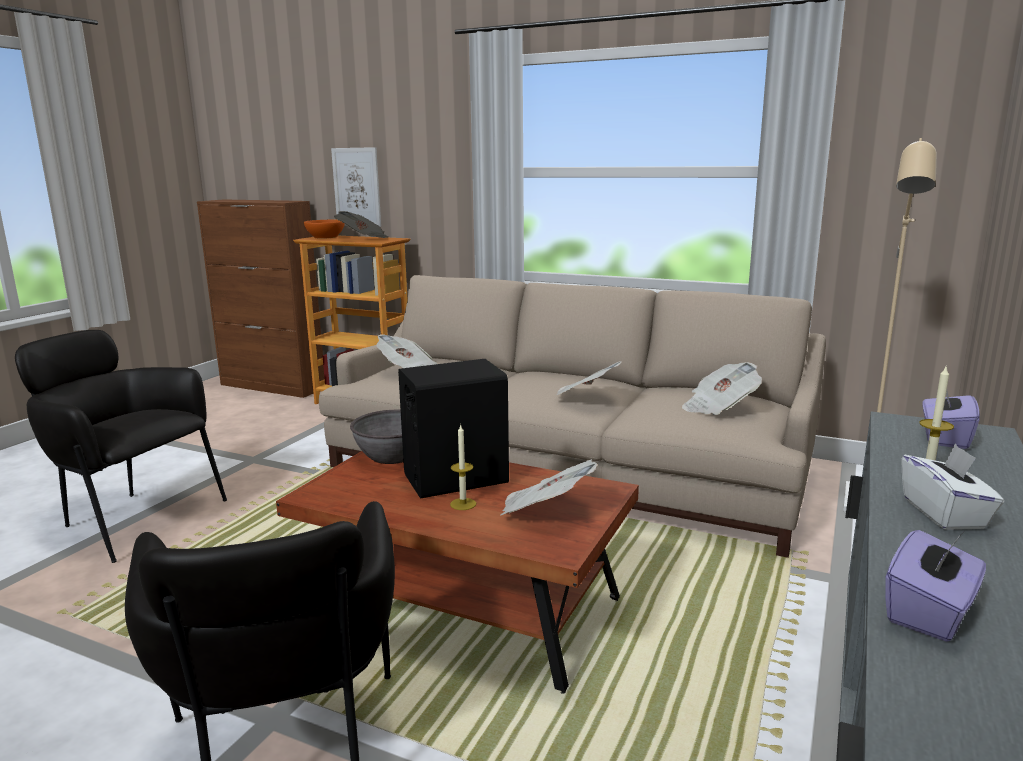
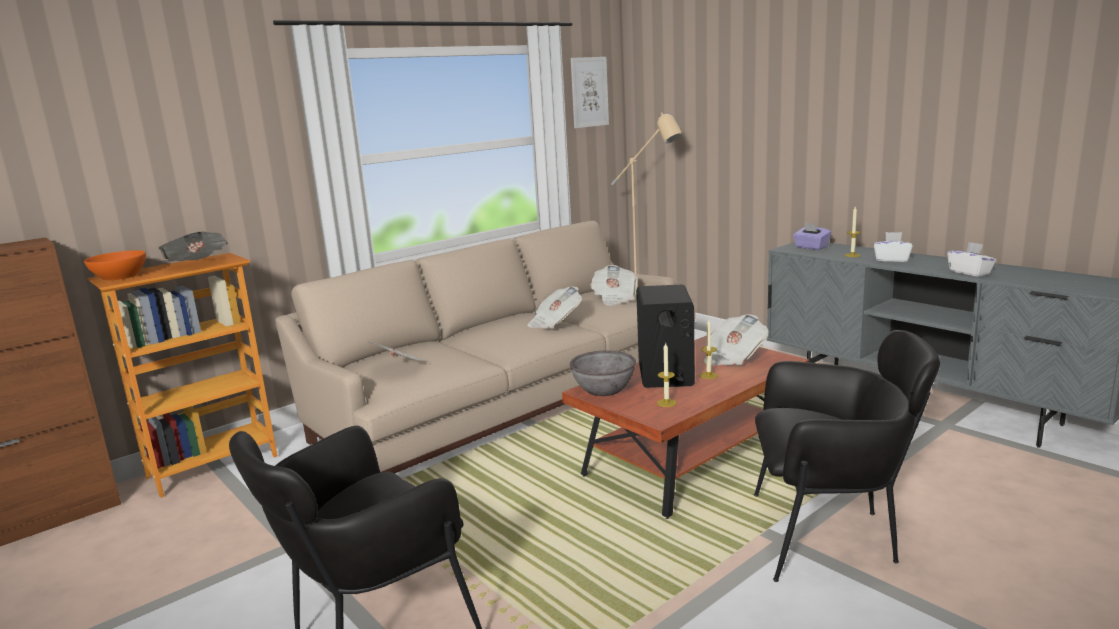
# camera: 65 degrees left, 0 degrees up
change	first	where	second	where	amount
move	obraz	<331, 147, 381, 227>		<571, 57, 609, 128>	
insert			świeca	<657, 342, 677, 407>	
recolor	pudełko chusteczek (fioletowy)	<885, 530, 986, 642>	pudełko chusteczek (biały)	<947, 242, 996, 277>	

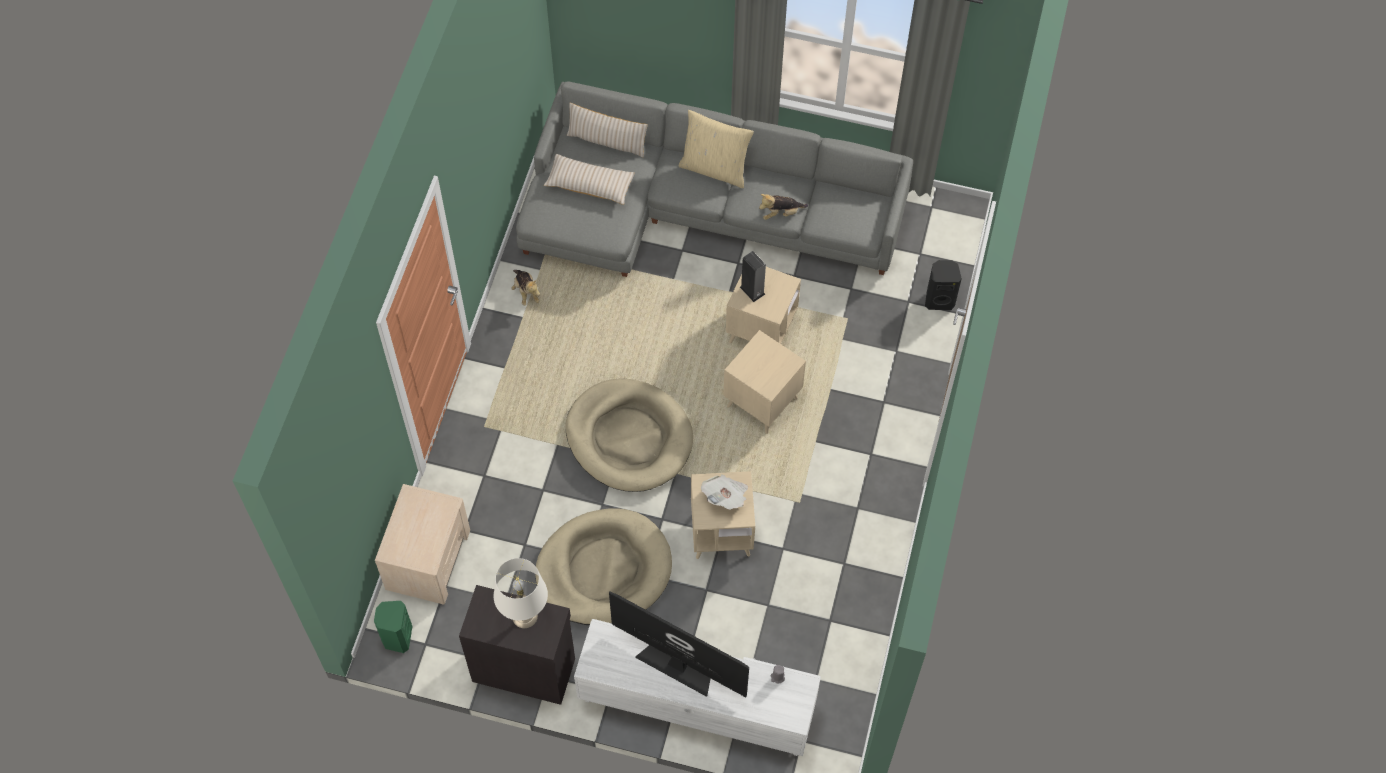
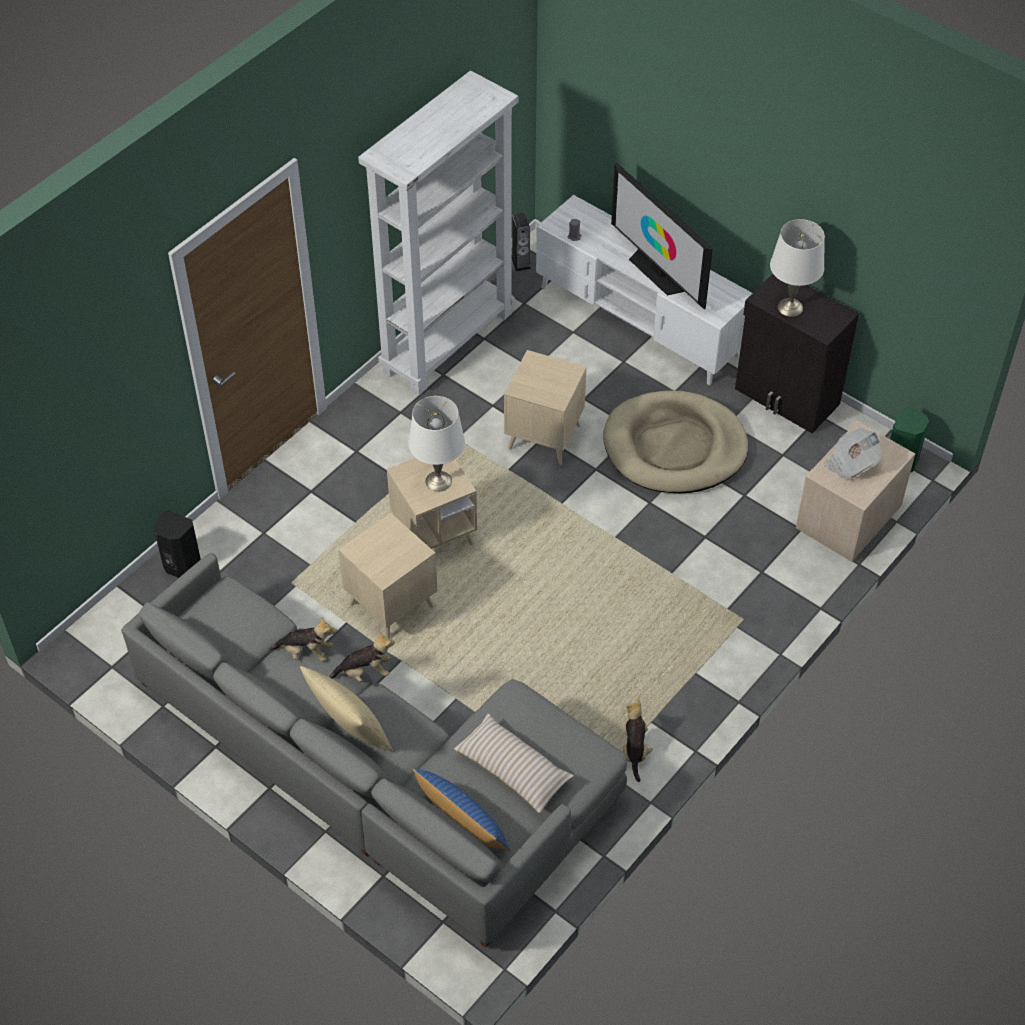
# camera: 155 degrees left, 10 degrees down
change	first	where	second	where	amount
insert			pluszak	<329, 631, 395, 682>	
insert			regał (biały)	<358, 71, 518, 395>	
insert			lampa stołowa (biały)	<409, 396, 465, 492>	
recolor	poduszka (beżowy)	<567, 103, 648, 158>	poduszka (niebieski)	<413, 768, 510, 851>	
move	głośnik	<740, 251, 766, 302>		<512, 213, 531, 272>	
move	gazeta	<701, 474, 748, 510>		<824, 428, 882, 481>	
delete	legowisko (beżowy)	<566, 378, 693, 492>			

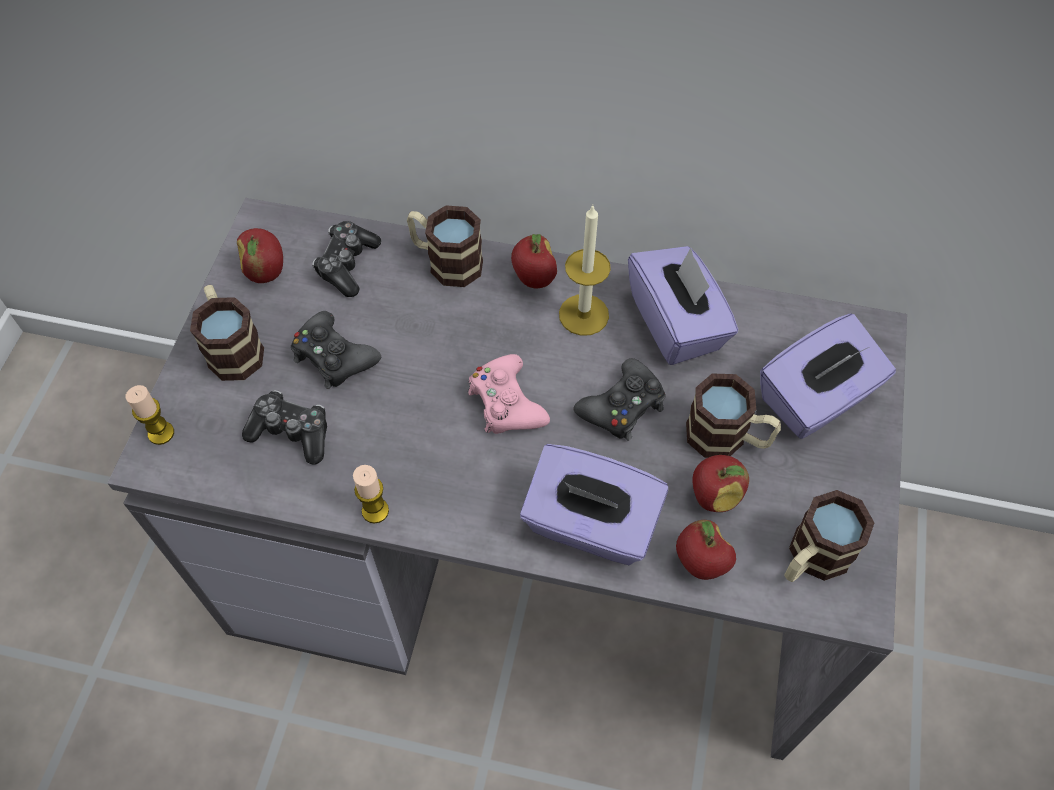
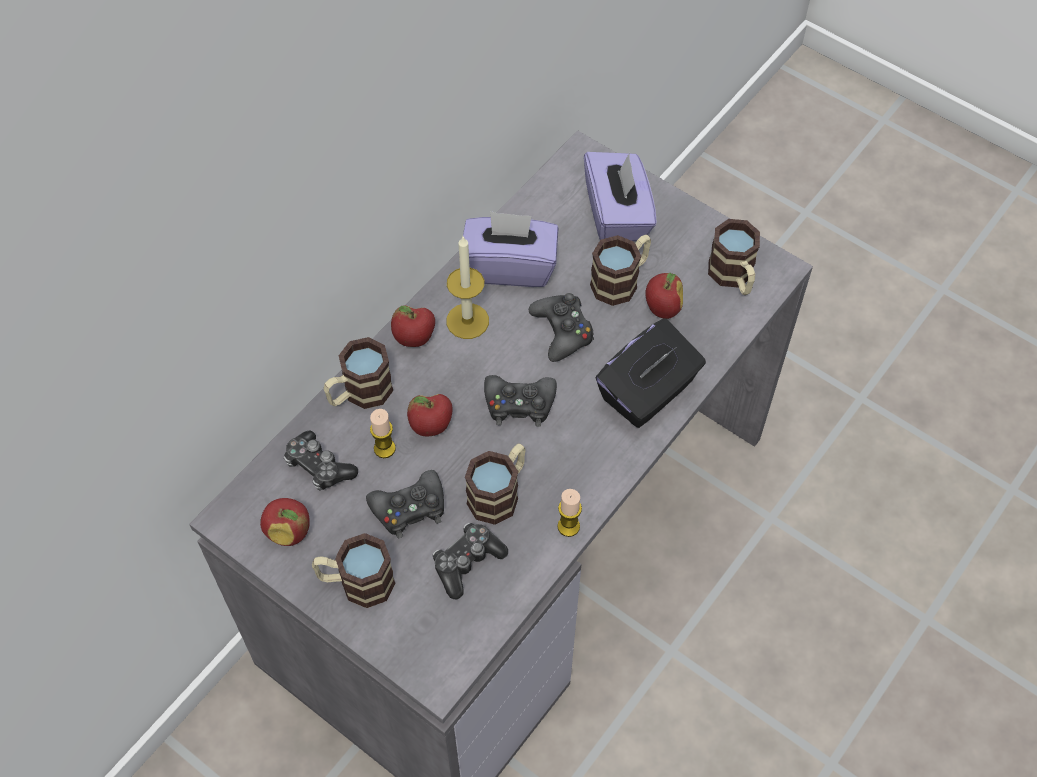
# camera: 65 degrees left, 0 degrees up
change	first	where	second	where	amount
move	świeca	<125, 385, 174, 445>		<370, 409, 396, 458>	
move	jabłko	<676, 520, 736, 580>		<407, 394, 453, 436>	
insert			kubek	<465, 443, 525, 525>	
recolor	pad do gier (różowy)	<468, 354, 550, 434>	pad do gier (czarny)	<484, 375, 557, 427>	
recolor	pudełko chusteczek (fioletowy)	<520, 444, 668, 565>	pudełko chusteczek (czarny)	<595, 319, 706, 428>	

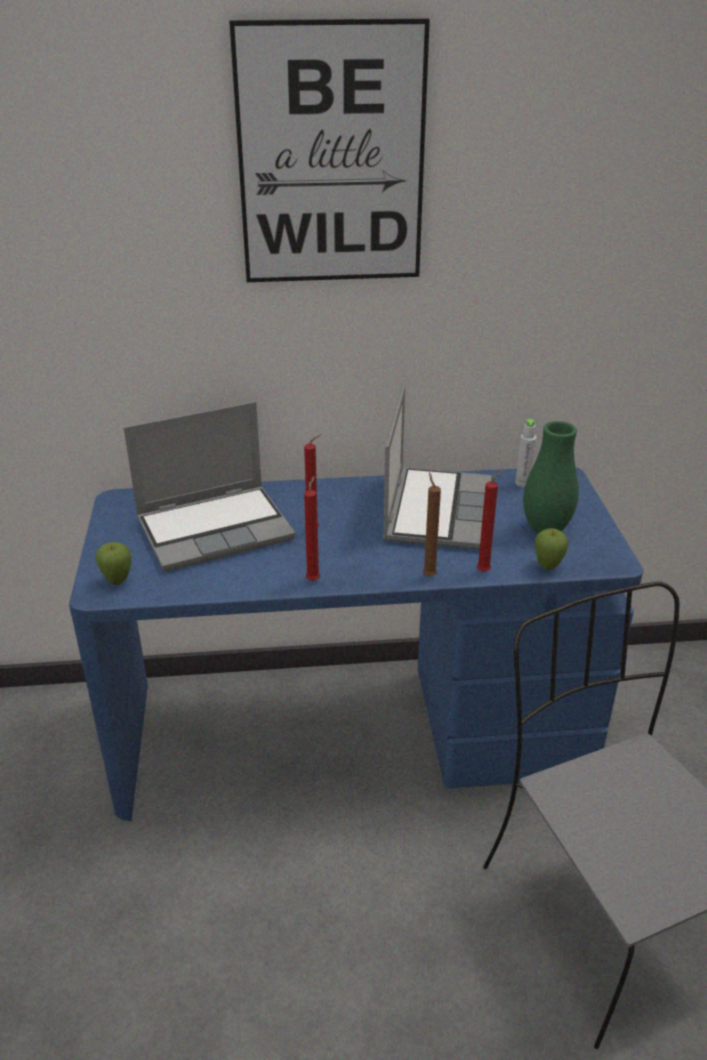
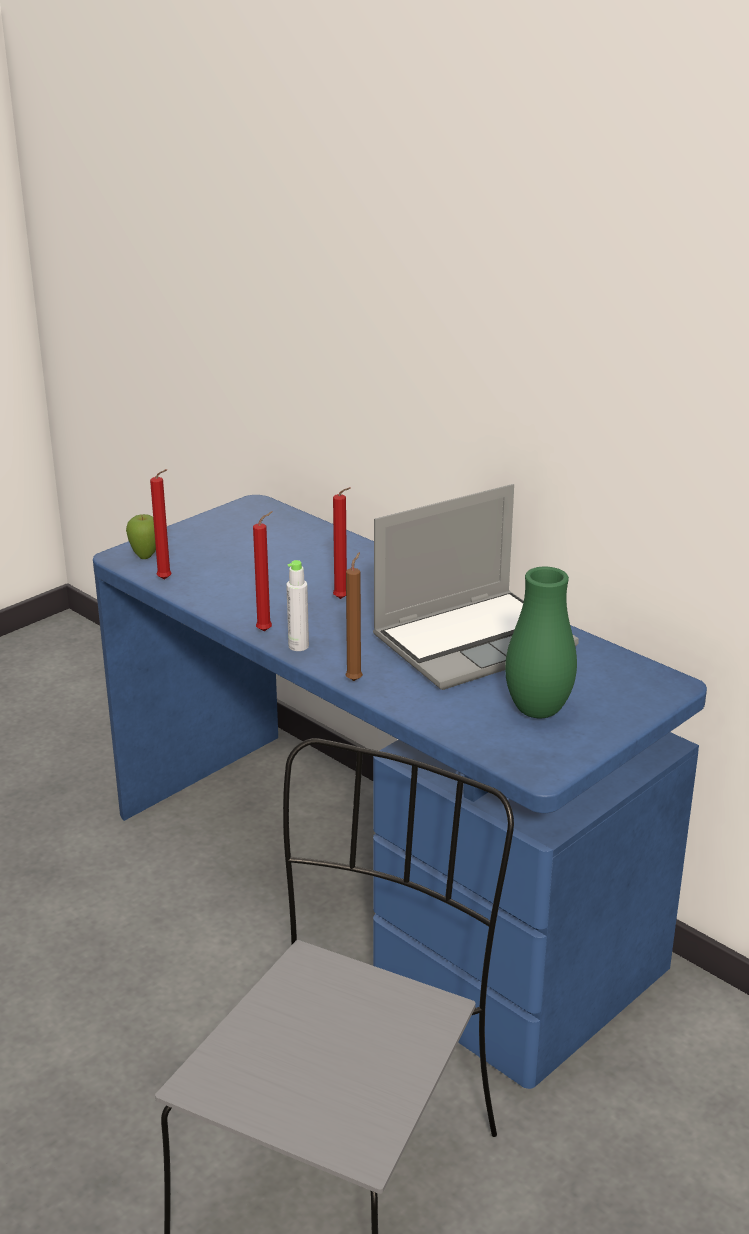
# camera: 50 degrees right, 5 degrees down
change	first	where	second	where	amount
move	świeca (czerwony)	<477, 471, 503, 572>		<150, 469, 172, 580>	
move	butelka (szary)	<515, 419, 537, 487>		<286, 560, 309, 651>	
delete	laptop	<124, 402, 296, 571>			
delete	obraz	<229, 18, 430, 282>			
delete	jabłko	<535, 528, 569, 570>			

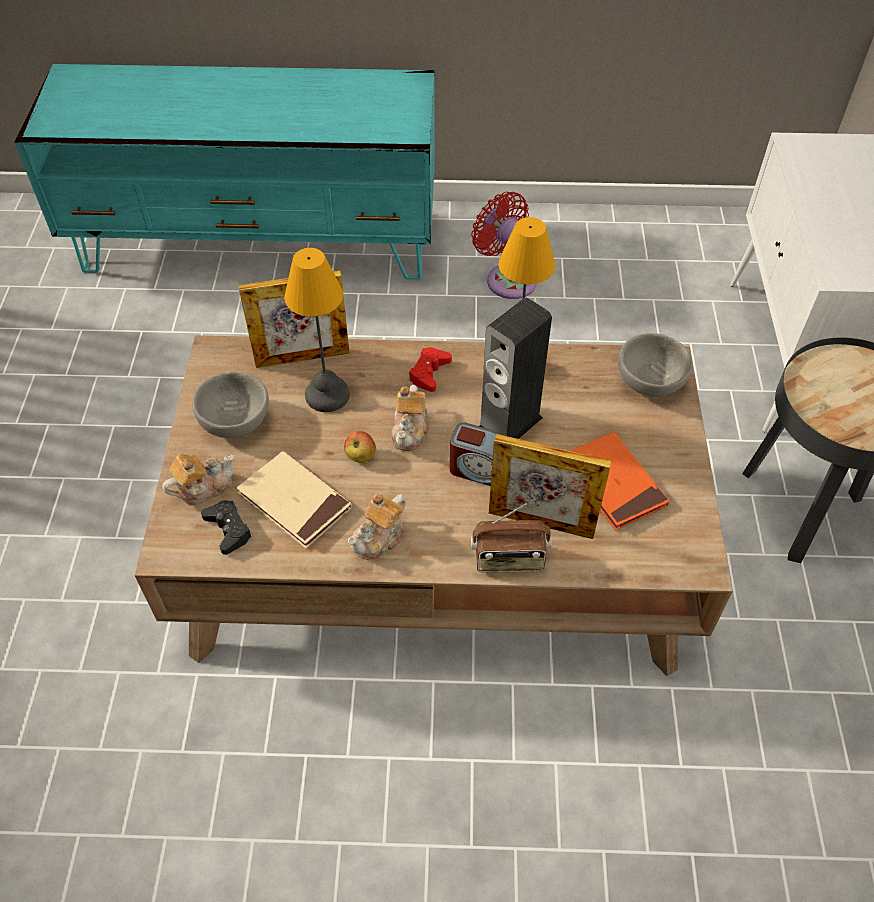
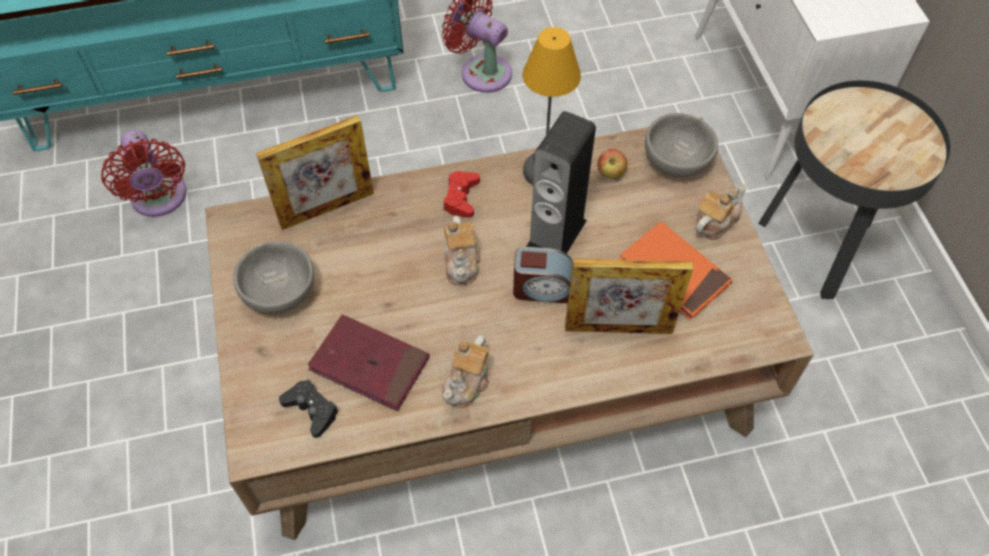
# camera: 15 degrees left, 5 degrees up
change	first	where	second	where	amount
insert			wentylator (czerwony)	<101, 130, 187, 217>	
recolor	książka (beżowy)	<237, 451, 352, 549>	książka (czerwony)	<308, 314, 430, 411>	
move	jabłko	<344, 431, 376, 463>		<597, 149, 627, 178>	
move	imbryk	<162, 454, 234, 505>		<695, 184, 747, 240>	
delete	lampa stołowa	<285, 248, 350, 412>			
delete	radio	<470, 503, 552, 572>			

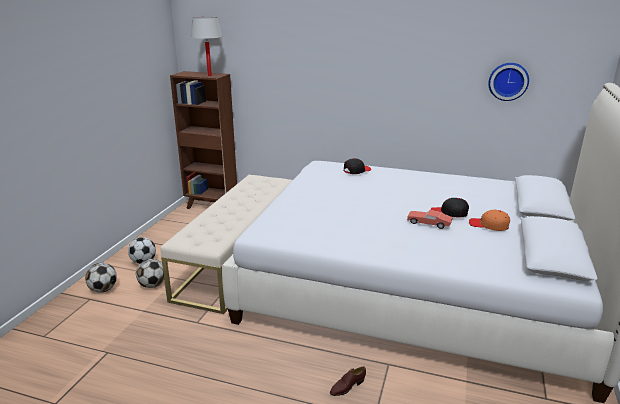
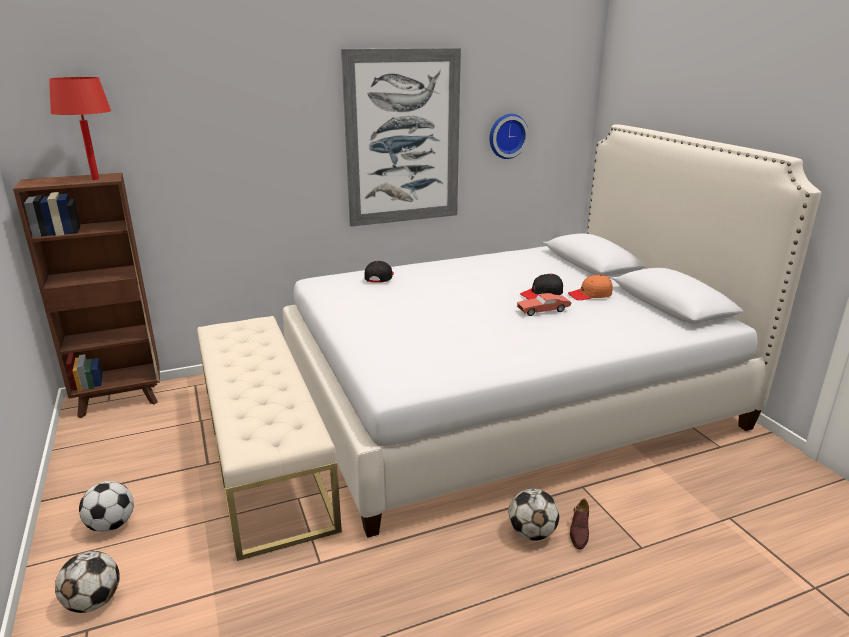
# camera: 40 degrees left, 0 degrees up
change	first	where	second	where	amount
recolor	lampa stołowa (biały)	<191, 17, 222, 76>	lampa stołowa (czerwony)	<49, 77, 111, 180>	
insert			obraz	<341, 48, 461, 227>	
move	piłka futbolowa	<136, 259, 164, 288>		<509, 488, 559, 541>	

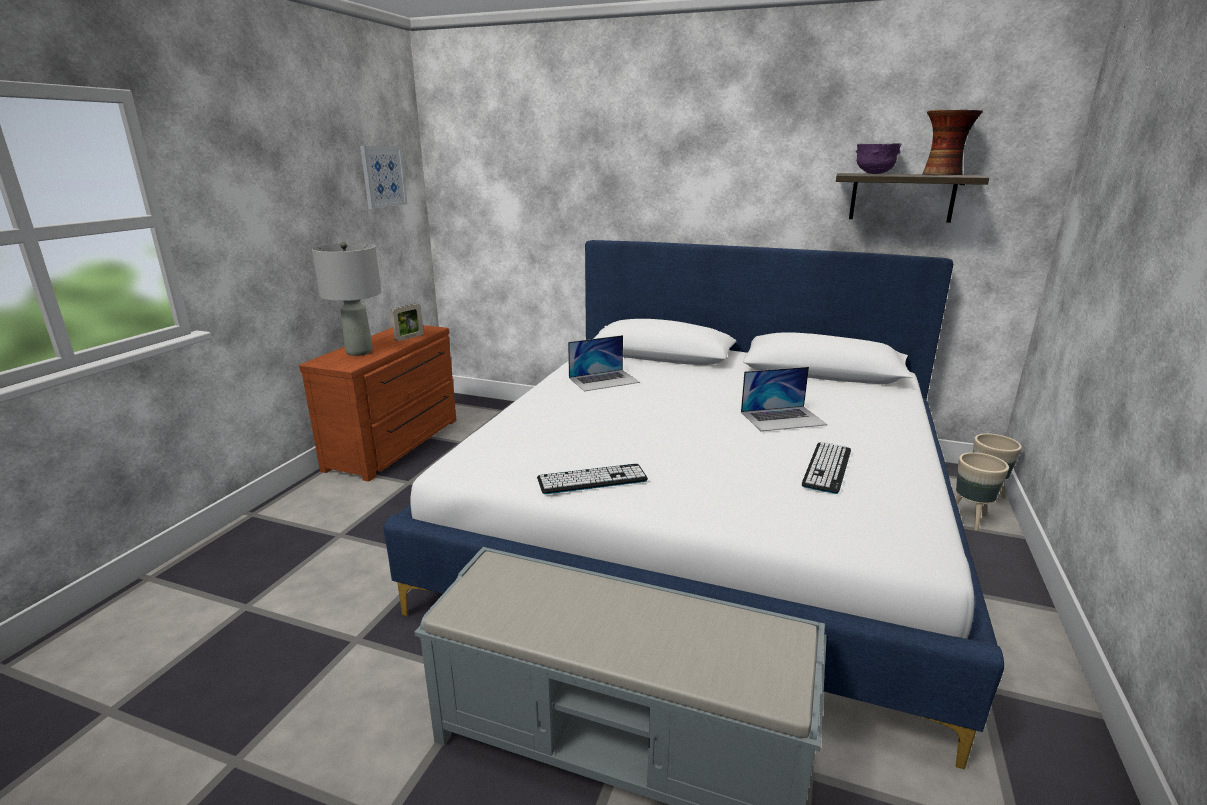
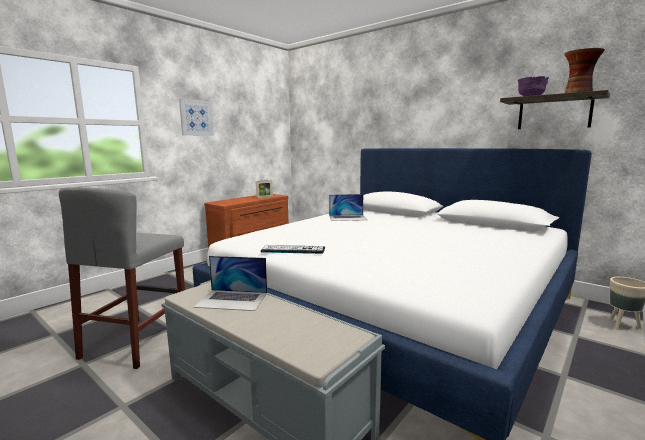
# camera: 20 degrees right, 10 degrees down
change	first	where	second	where	amount
insert			stołek (szary)	<59, 187, 185, 369>	
move	obraz	<360, 146, 408, 209>		<179, 99, 214, 136>	
move	laptop	<741, 367, 827, 431>		<193, 256, 267, 311>	
delete	lampa stołowa (szary)	<312, 242, 381, 356>			
delete	klawiatura	<802, 442, 851, 494>			
delete	donica (beżowy)	<955, 452, 1009, 531>			

